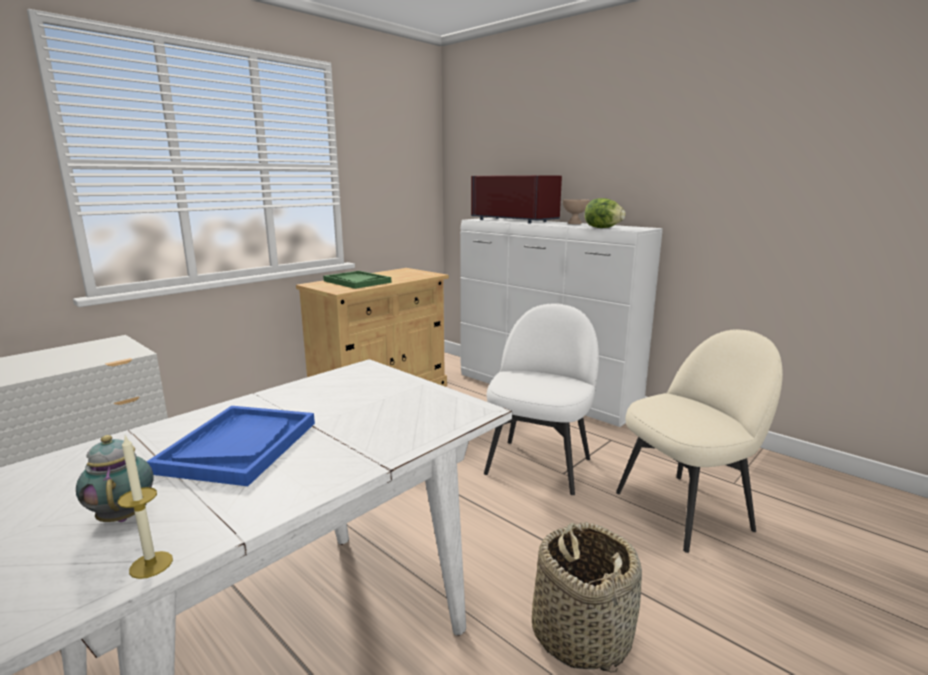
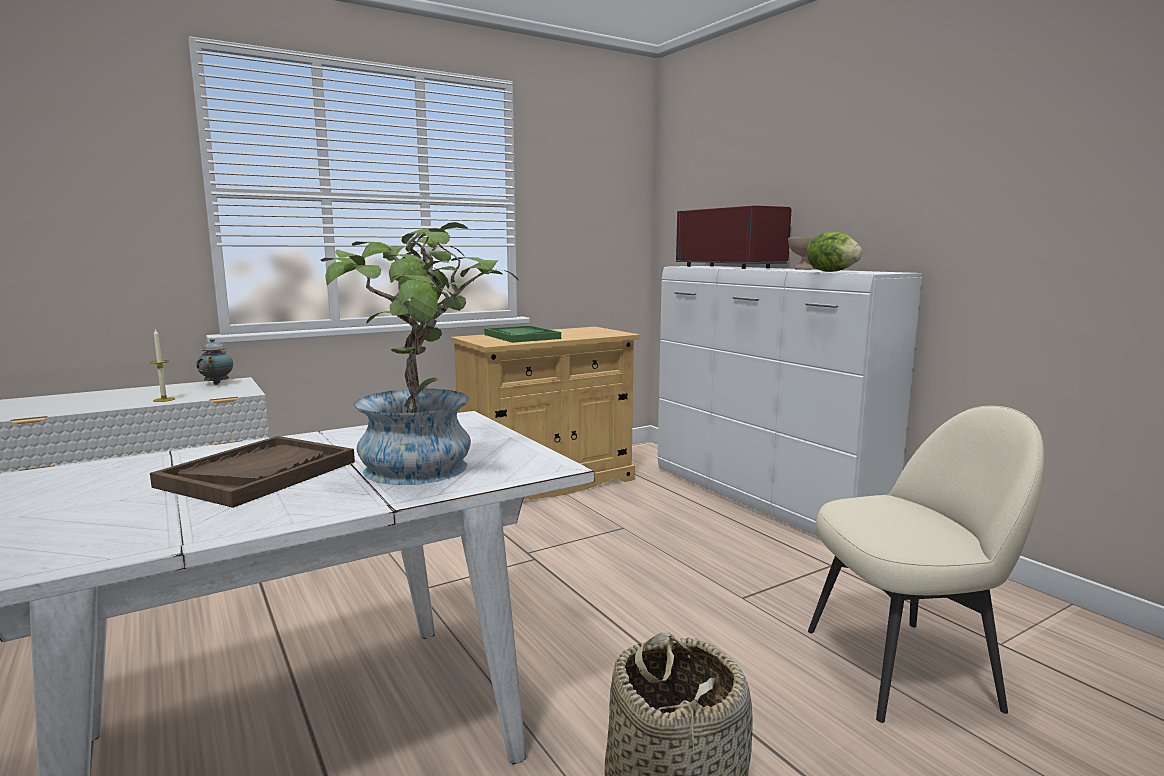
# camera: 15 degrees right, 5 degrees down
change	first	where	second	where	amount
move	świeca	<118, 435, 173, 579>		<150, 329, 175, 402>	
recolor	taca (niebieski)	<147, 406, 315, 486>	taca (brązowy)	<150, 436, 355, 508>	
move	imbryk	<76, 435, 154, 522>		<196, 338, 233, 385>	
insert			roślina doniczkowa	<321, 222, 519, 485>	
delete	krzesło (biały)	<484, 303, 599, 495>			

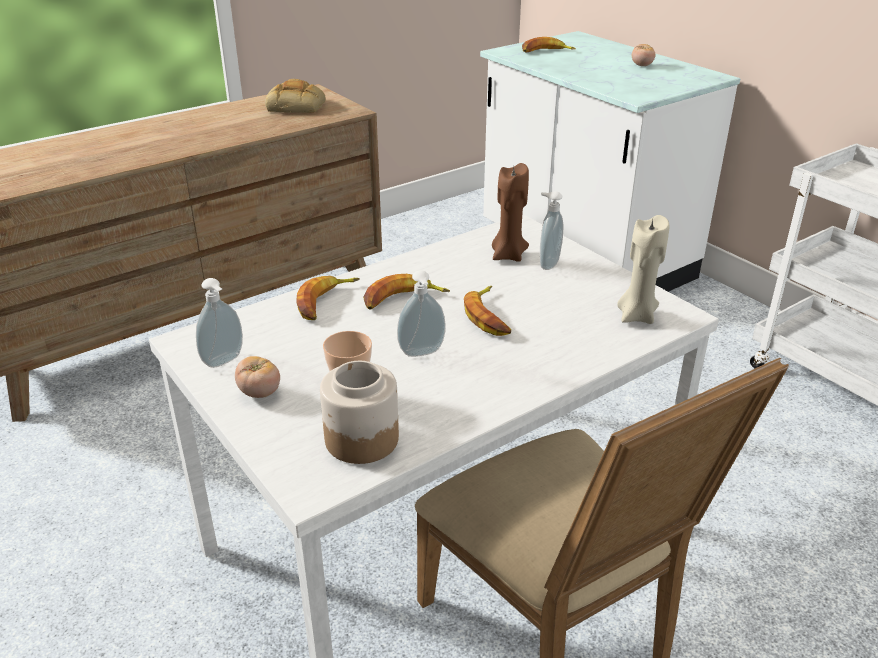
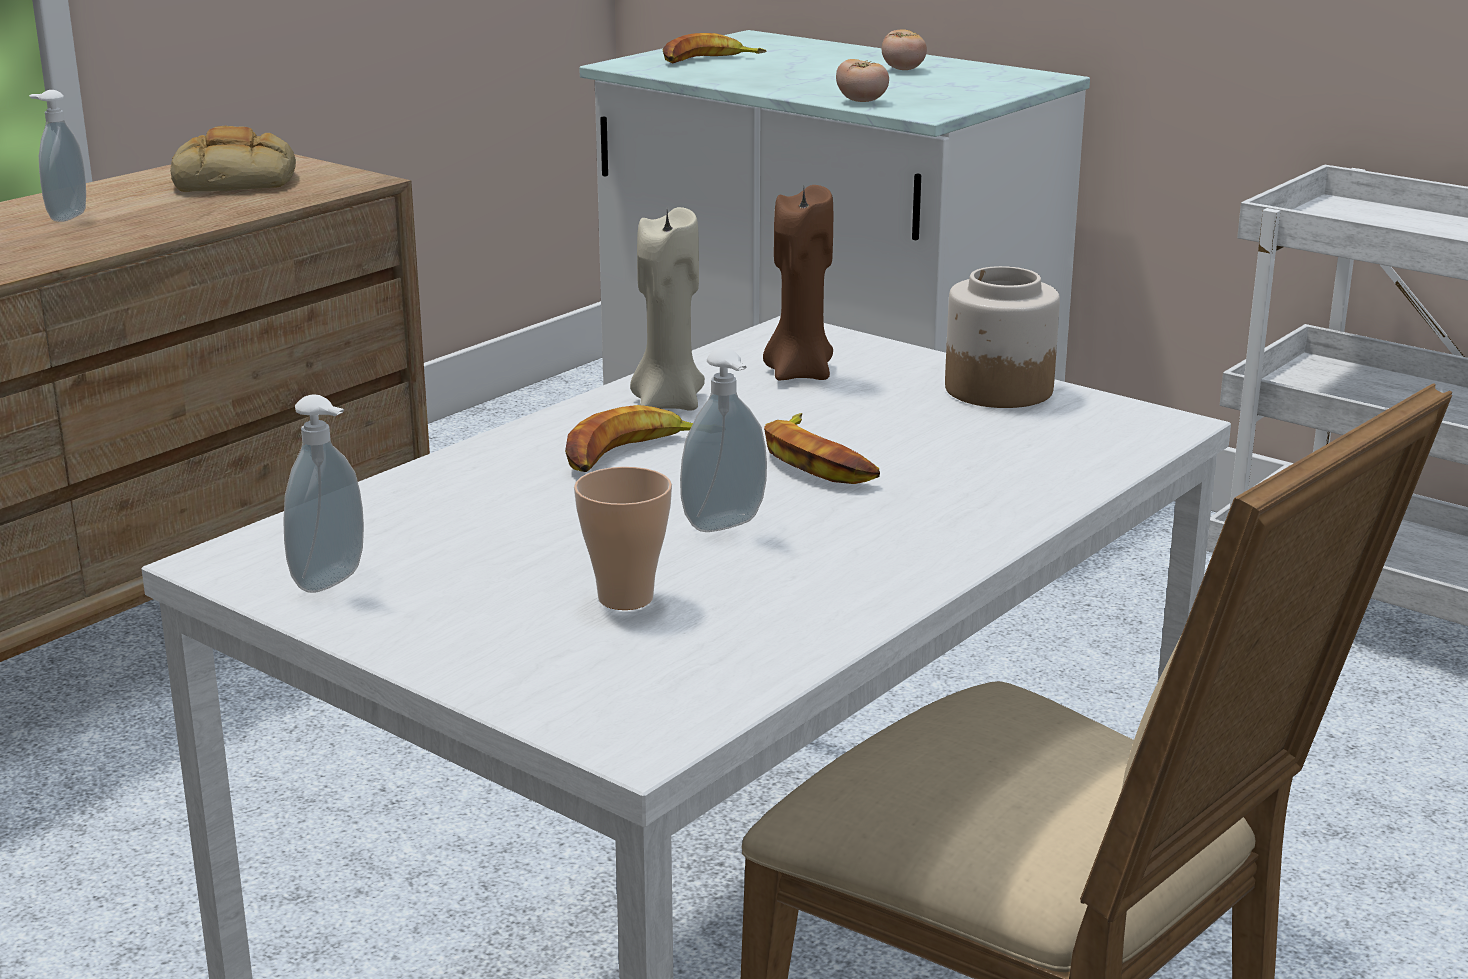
# camera: 15 degrees left, 10 degrees down
change	first	where	second	where	amount
move	dozownik mydła	<540, 191, 564, 270>		<29, 90, 86, 222>	
move	świeca (beżowy)	<617, 215, 669, 324>		<630, 207, 705, 411>	
move	pomidor	<235, 356, 280, 398>		<836, 59, 889, 102>	
move	słoik	<320, 361, 399, 464>		<945, 266, 1060, 408>	
delete	banan	<296, 276, 360, 320>			

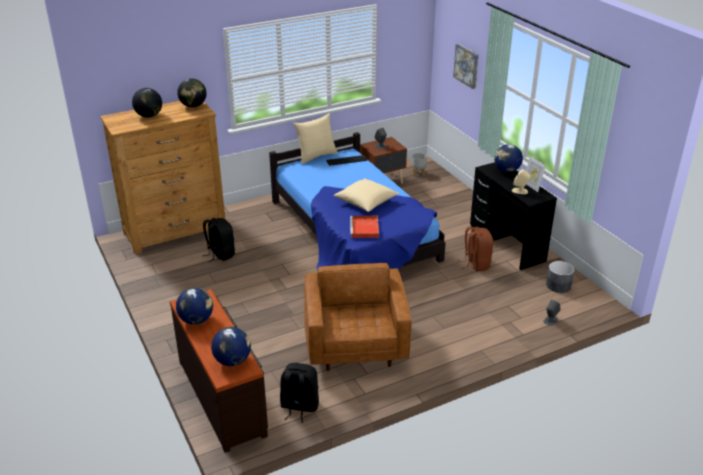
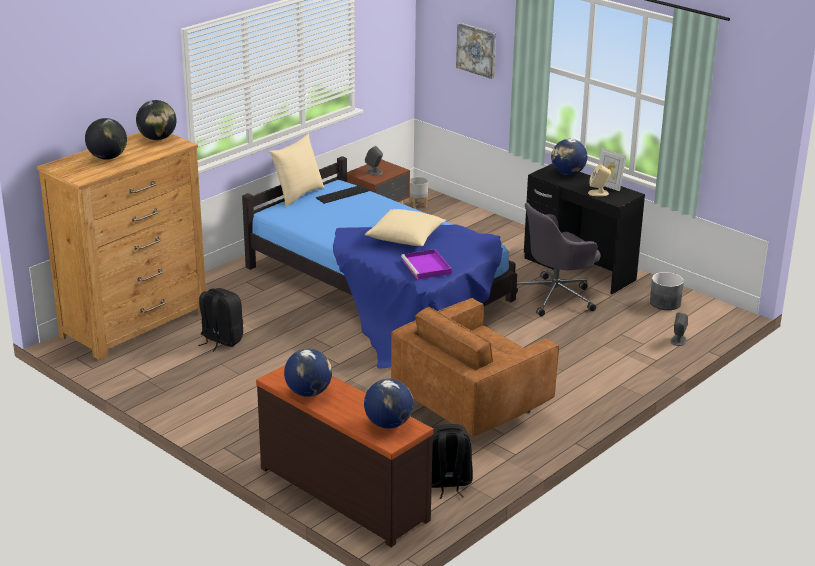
# camera: 20 degrees left, 5 degrees down
change	first	where	second	where	amount
rotate	fotel (brązowy)	<304, 263, 412, 371>		<391, 298, 559, 437>	105 degrees counterclockwise
recolor	taca (czerwony)	<350, 216, 379, 238>	taca (fioletowy)	<401, 249, 452, 279>	
replace	plecak (brązowy)	<458, 226, 493, 272>	krzesło biurowe (szary)	<516, 203, 601, 317>	

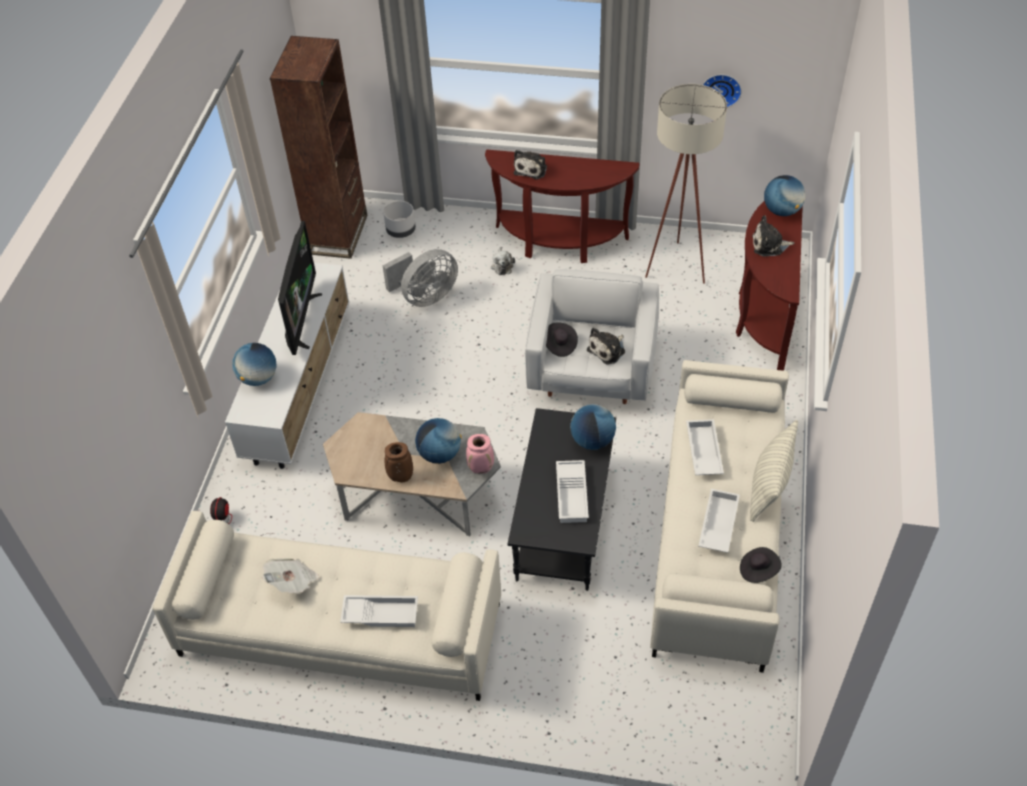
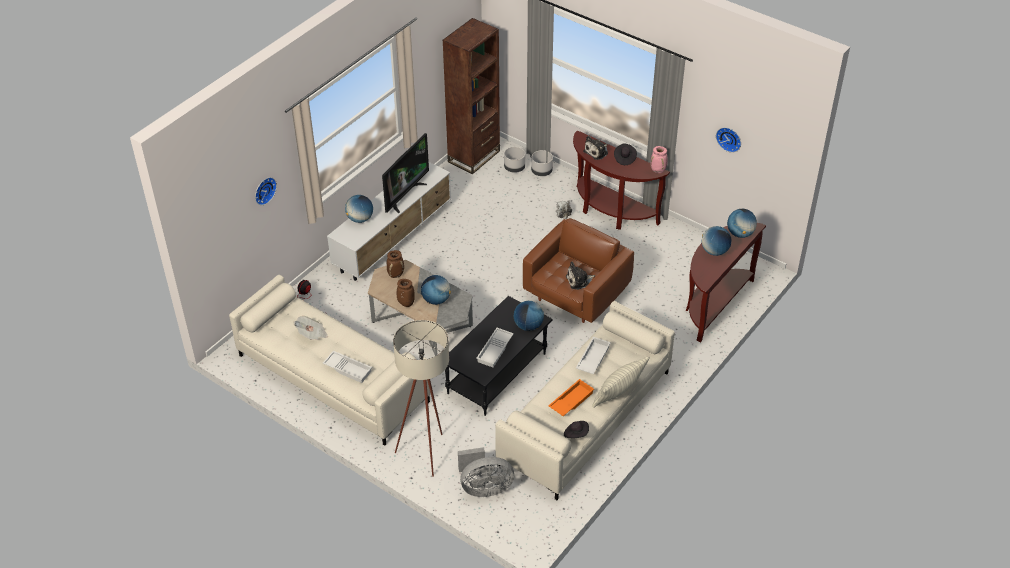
# camera: 25 degrees right, 5 degrees down
change	first	where	second	where	amount
insert			zegar ścienny	<255, 177, 277, 205>	
insert			wazon (brązowy)	<387, 250, 404, 278>	
move	lampa stojąca (beżowy)	<645, 84, 727, 284>		<393, 320, 449, 477>	
move	wentylator (szary)	<383, 249, 458, 307>		<458, 447, 514, 497>	
recolor	fotel (biały)	<525, 269, 659, 404>	fotel (brązowy)	<523, 218, 634, 323>	
insert			donica (szary)	<531, 150, 553, 176>	
recolor	taca (biały)	<698, 489, 740, 553>	taca (pomarańczowy)	<548, 379, 594, 416>	
move	kapelusz (czarny)	<546, 322, 578, 357>		<614, 144, 637, 165>	
move	wazon (różowy)	<466, 434, 494, 474>		<651, 146, 668, 173>	
replace	pluszak	<752, 215, 794, 256>	globus	<702, 226, 731, 256>	

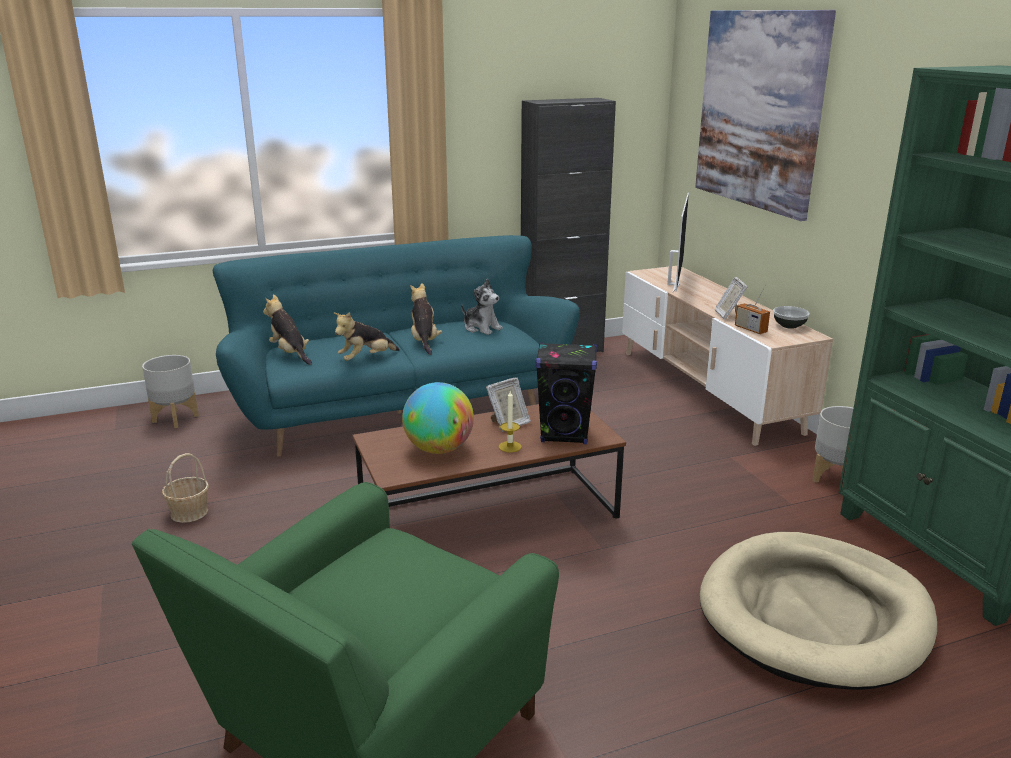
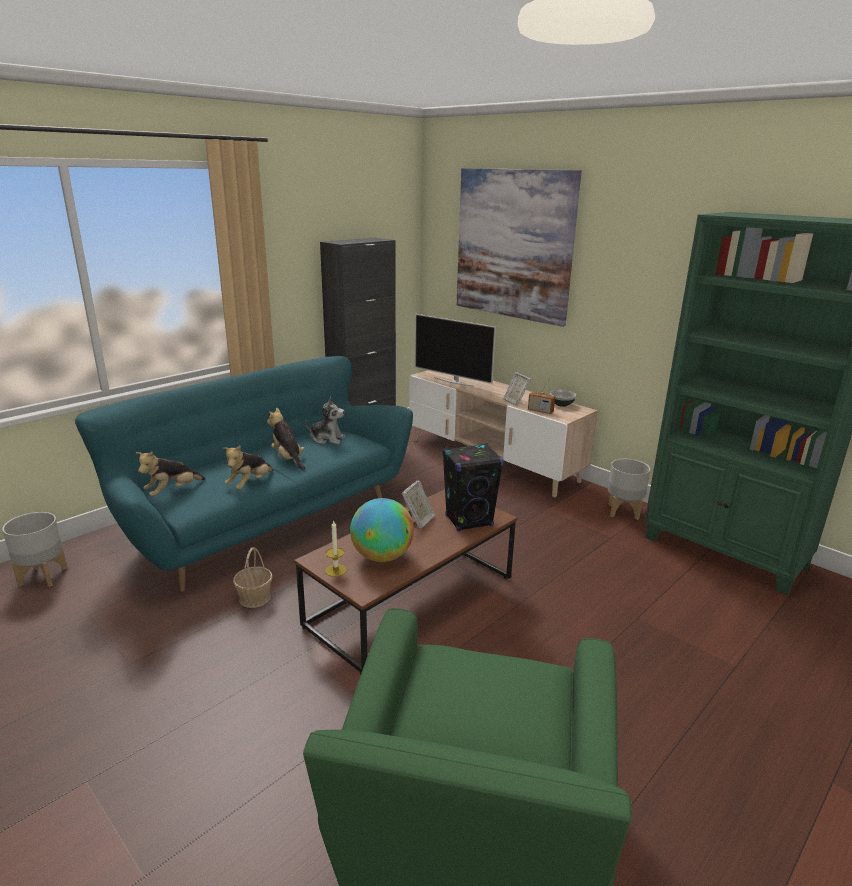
# camera: 25 degrees left, 0 degrees up
change	first	where	second	where	amount
rotate	pluszak	<263, 294, 312, 365>		<135, 451, 206, 496>	75 degrees counterclockwise
move	koszyk	<162, 453, 209, 523>		<233, 547, 273, 608>	
move	świeca	<498, 391, 522, 452>		<325, 521, 347, 577>	
rotate	telewizor	<667, 193, 689, 292>		<415, 314, 496, 387>	135 degrees clockwise
delete	legowisko (beżowy)	<700, 532, 937, 690>			

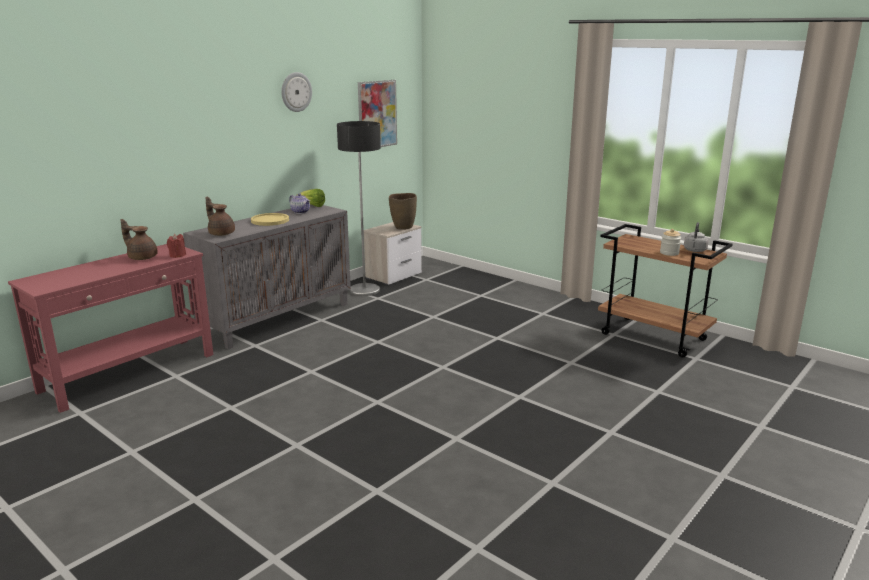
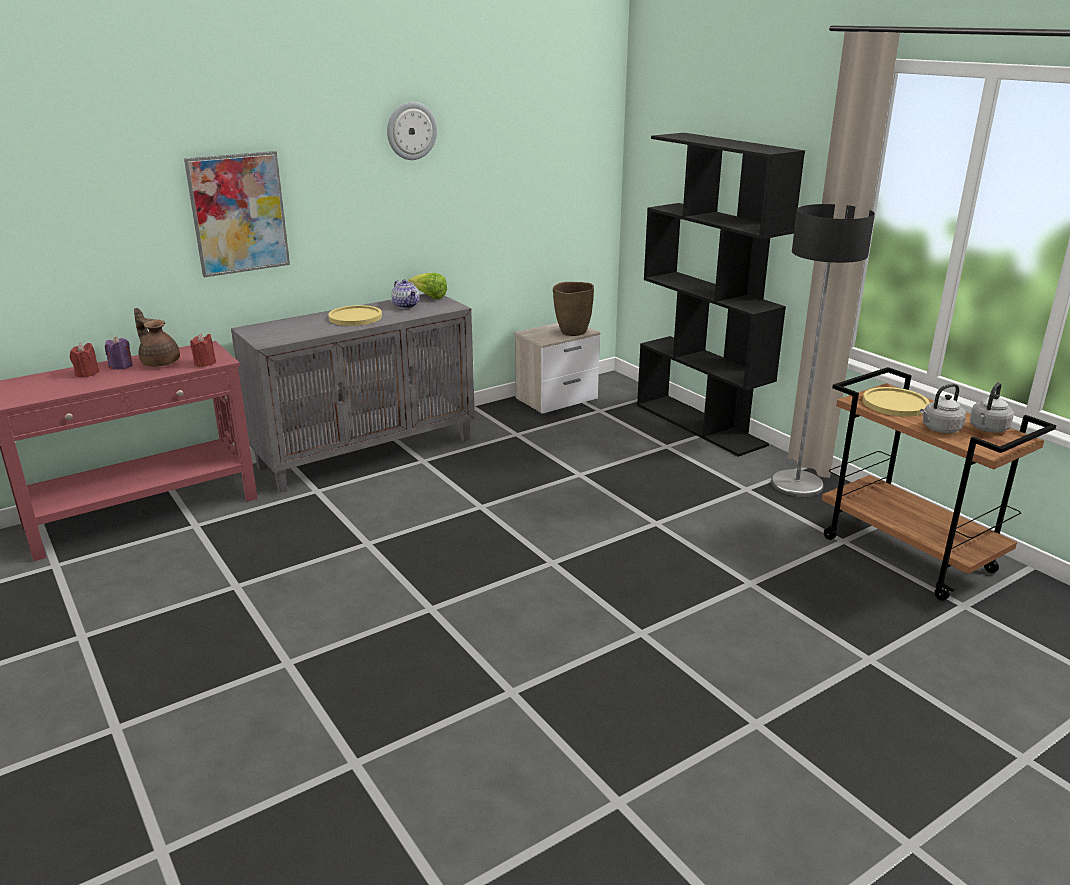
# camera: 15 degrees right, 5 degrees up
change	first	where	second	where	amount
insert			świeca (czerwony)	<70, 343, 99, 377>	
insert			świeca (fioletowy)	<105, 336, 133, 370>	
move	obraz	<358, 80, 397, 147>		<184, 151, 290, 277>	
insert			regał (czarny)	<637, 133, 805, 457>	
move	lampa stojąca	<337, 121, 381, 296>		<771, 204, 875, 497>	
insert			talerz (żółty)	<863, 387, 930, 417>	
replace	słoik	<660, 229, 681, 256>	czajnik (szary)	<920, 384, 966, 433>	
delete	imbryk (brązowy)	<206, 197, 235, 236>			

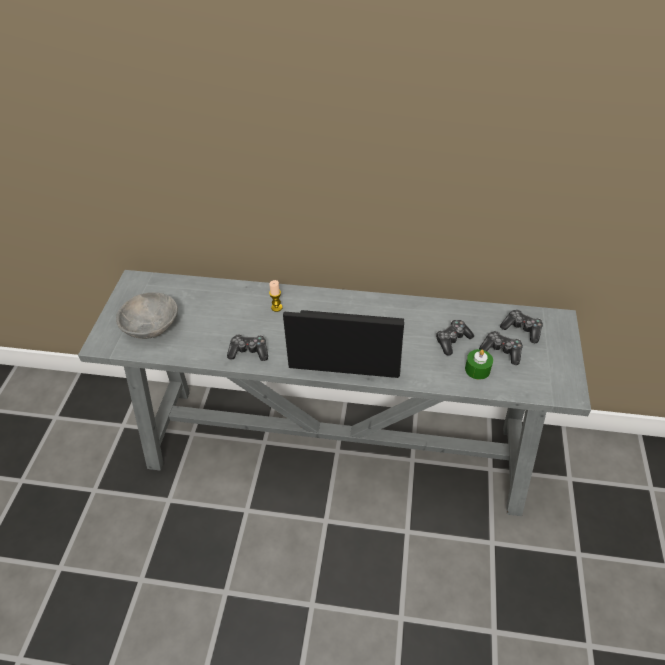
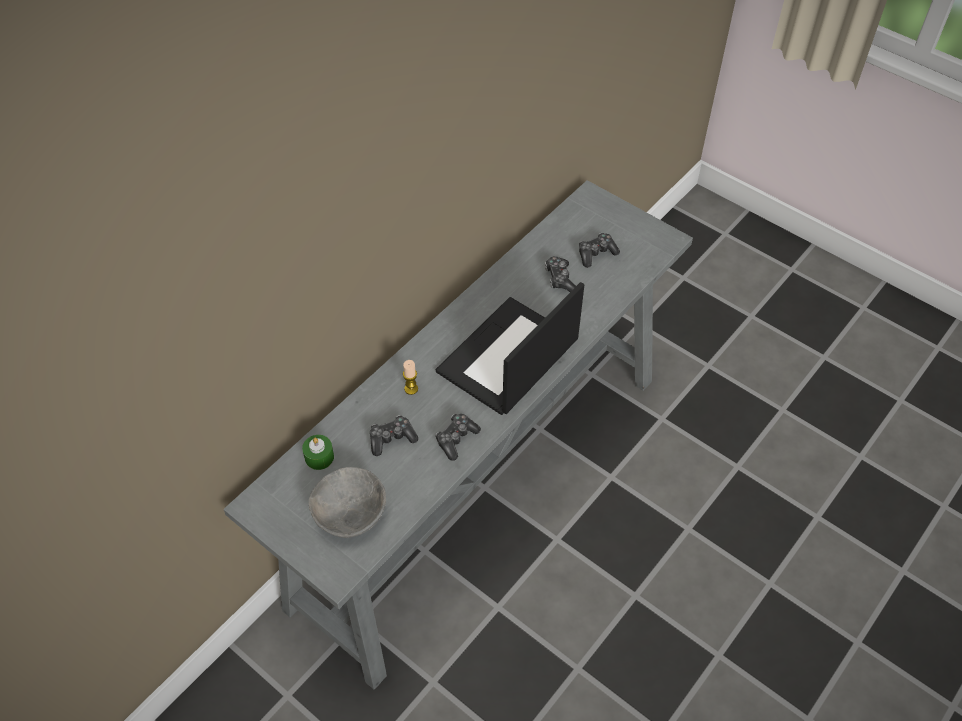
# camera: 60 degrees left, 5 degrees up
change	first	where	second	where	amount
move	świeca (zielony)	<465, 349, 493, 380>		<302, 435, 334, 470>	
move	pad do gier	<500, 309, 543, 343>		<370, 415, 418, 456>	

